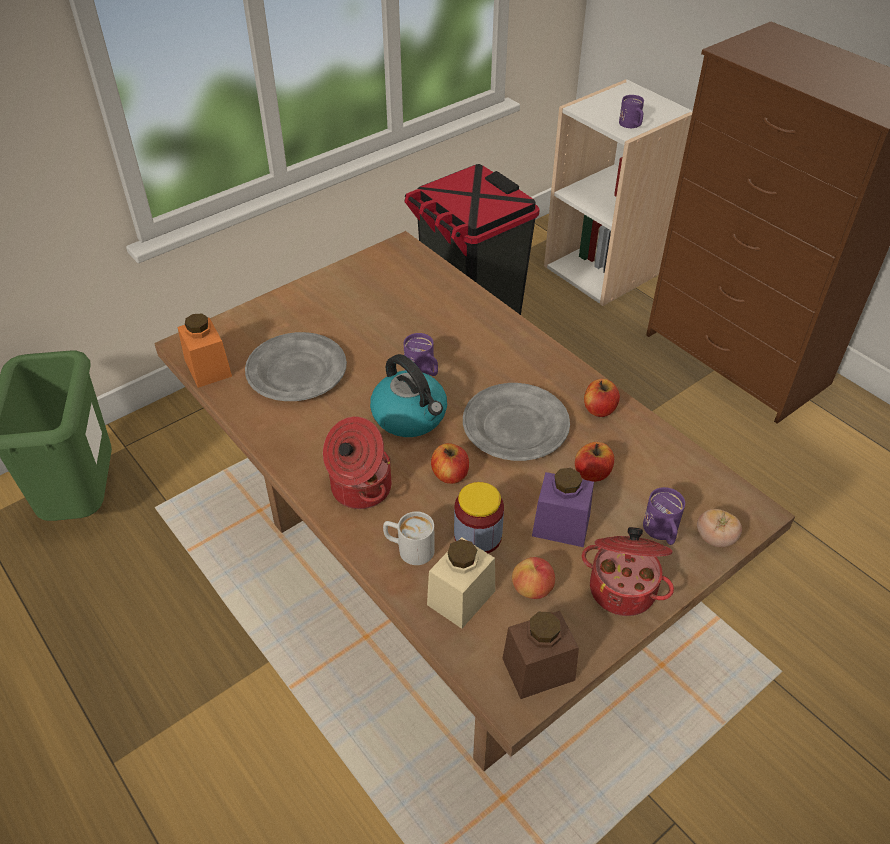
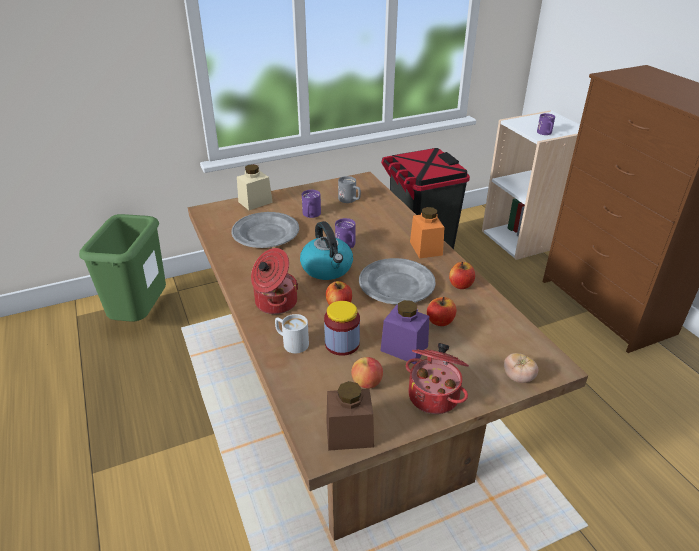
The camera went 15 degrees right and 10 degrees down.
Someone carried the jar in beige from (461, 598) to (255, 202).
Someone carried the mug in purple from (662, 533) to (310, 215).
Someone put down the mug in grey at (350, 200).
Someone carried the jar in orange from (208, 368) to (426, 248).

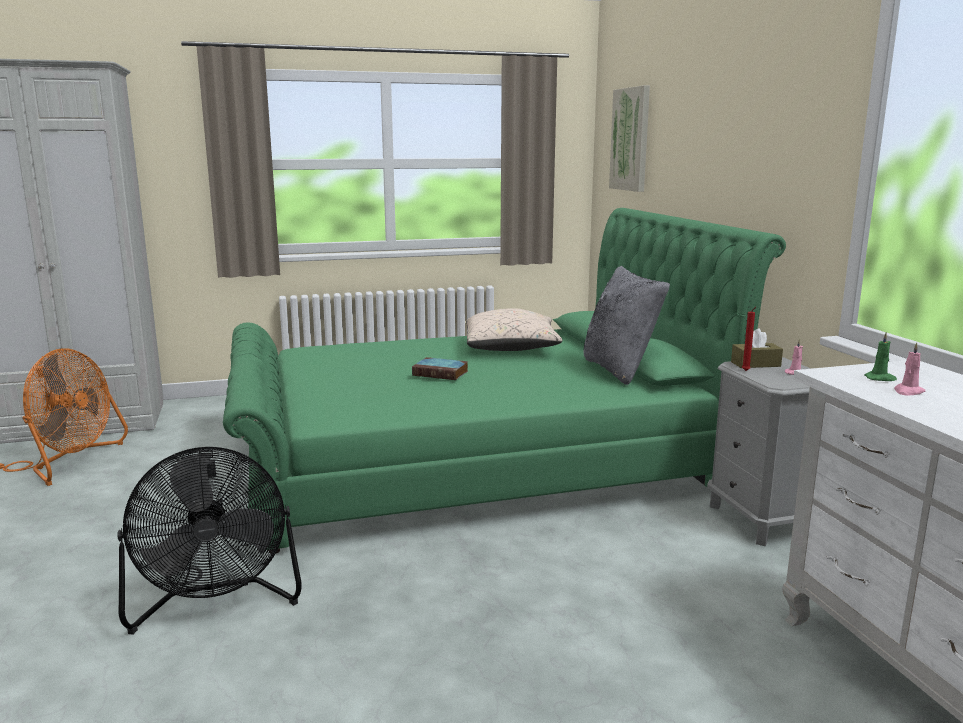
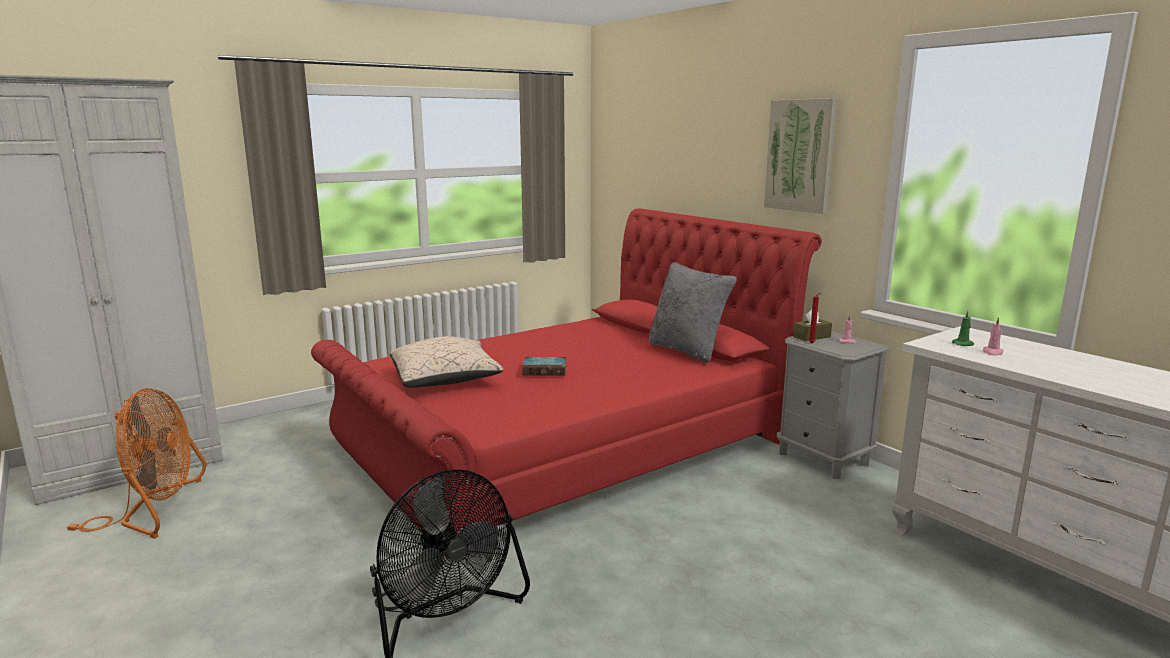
The camera went 20 degrees left and 0 degrees up.
Someone repainted the bed in green at (476, 457), which became the bed in red at (566, 441).
Someone carried the pillow in beige from (511, 348) to (445, 380).
Someone carried the picture from (631, 139) to (800, 155).

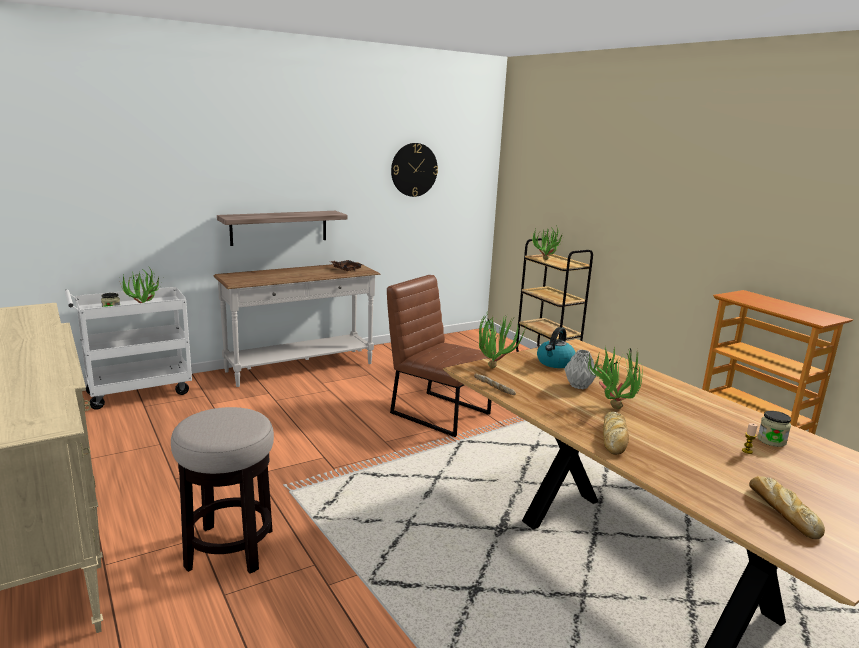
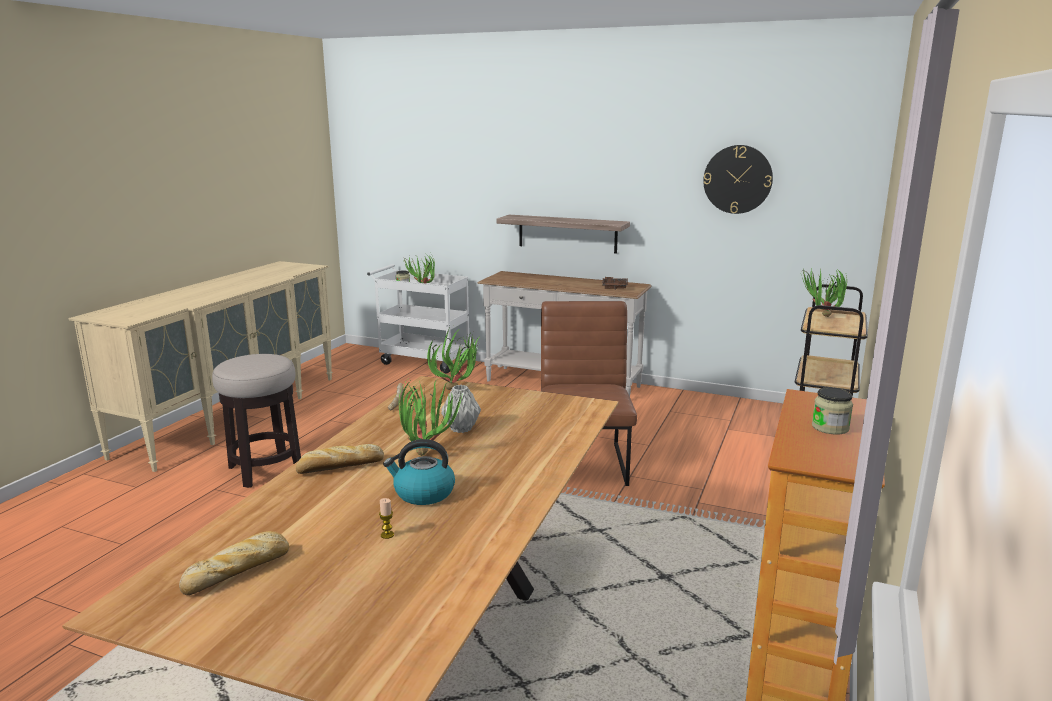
The camera went 55 degrees right and 0 degrees up.
Someone carried the kettle from (555, 363) to (423, 493).
Someone carried the jar from (771, 440) to (830, 427).

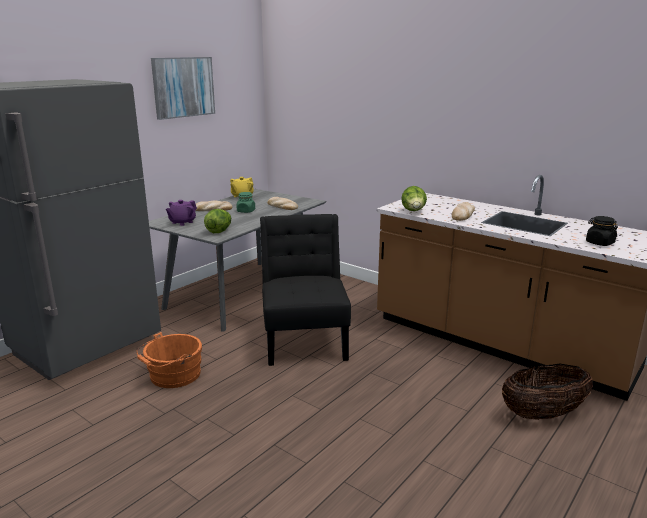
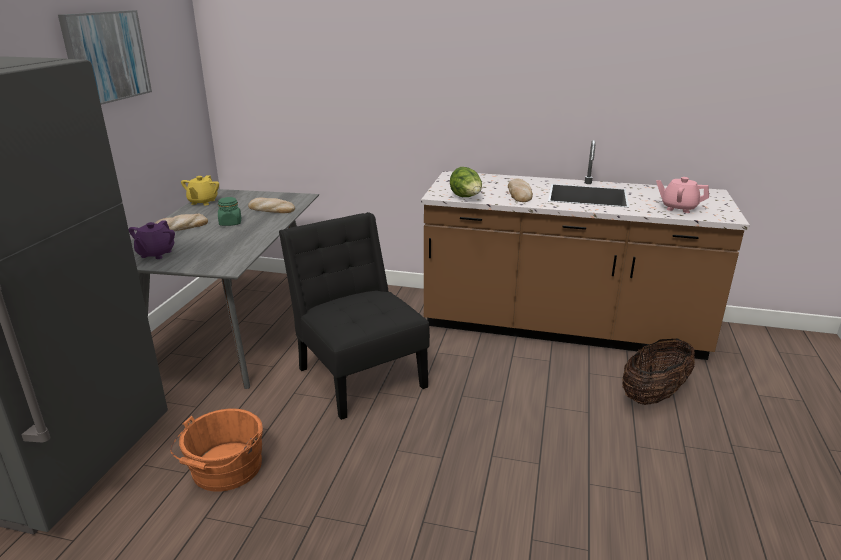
The camera went 25 degrees left and 5 degrees up.
Someone swapped the jar in black at (599, 243) for the teapot in pink at (678, 208).
Someone took away the lettuce at (219, 231).

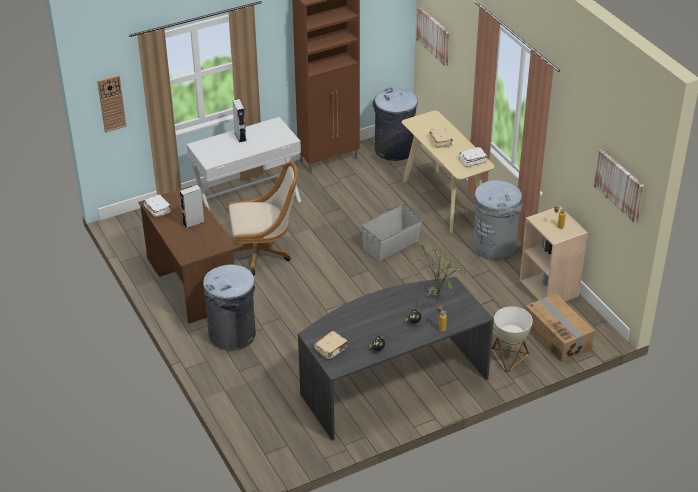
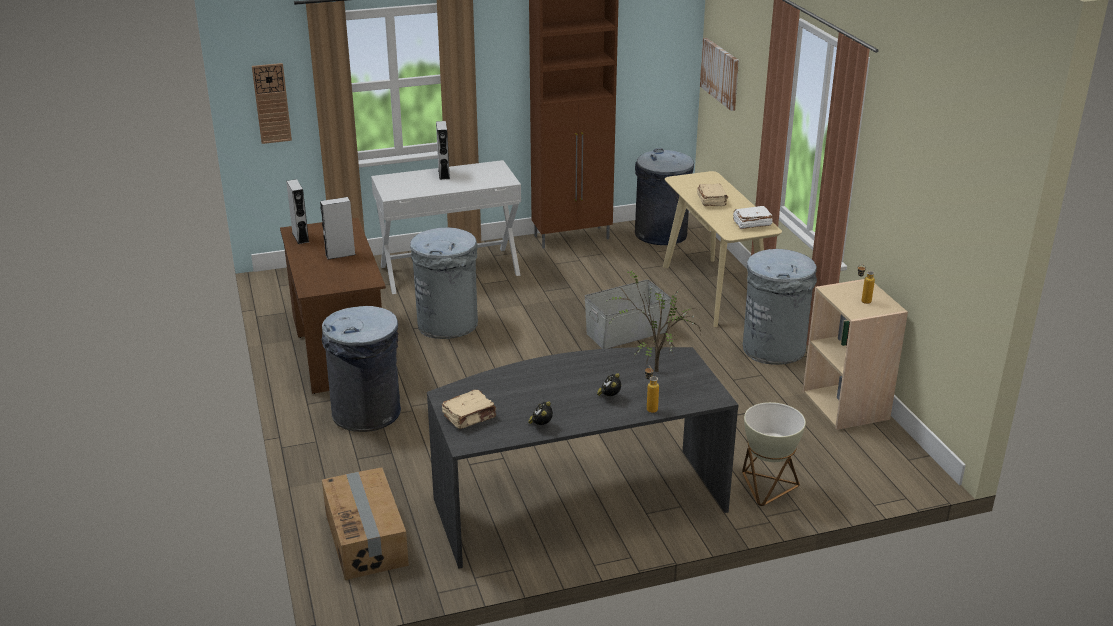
The camera went 10 degrees right and 10 degrees down.
Someone swapped the book in white at (158, 210) for the speaker in grey at (300, 237).
Someone carried the cardboard box from (558, 336) to (367, 538).
Someone swapped the office chair at (262, 252) for the trash can in grey at (448, 324).
Someone took away the picture at (619, 185).

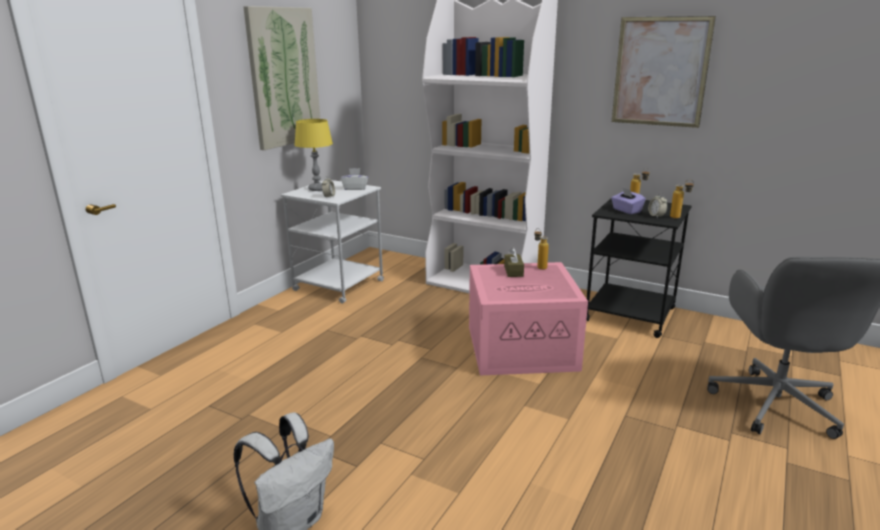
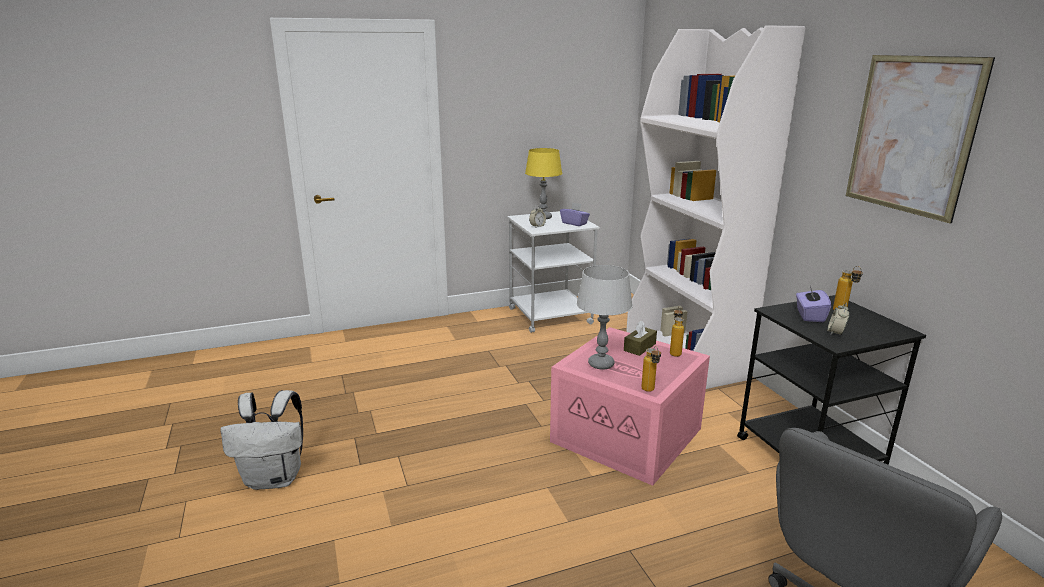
The camera went 40 degrees right and 0 degrees up.
Someone repainted the tissue box in white at (355, 188), which became the tissue box in purple at (574, 223).
Someone put down the table lamp in grey at (601, 364).
Someone carried the bottle from (679, 218) to (649, 391).
Someone took away the picture at (284, 77).

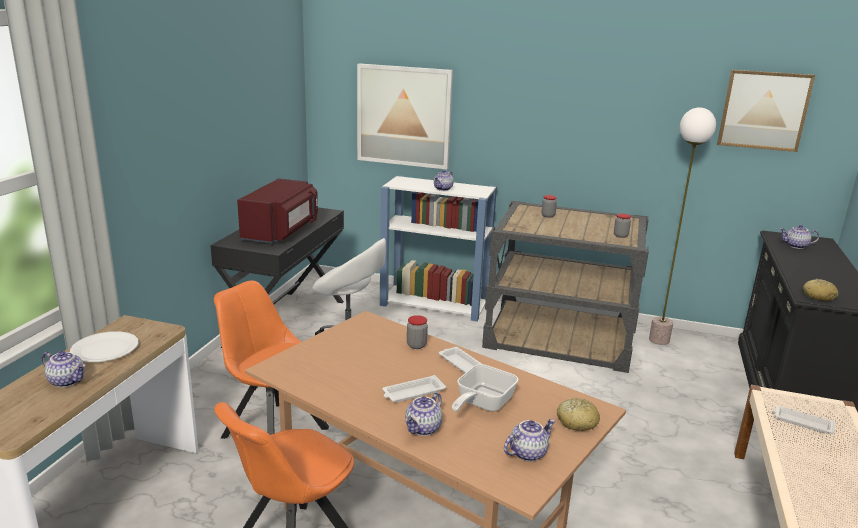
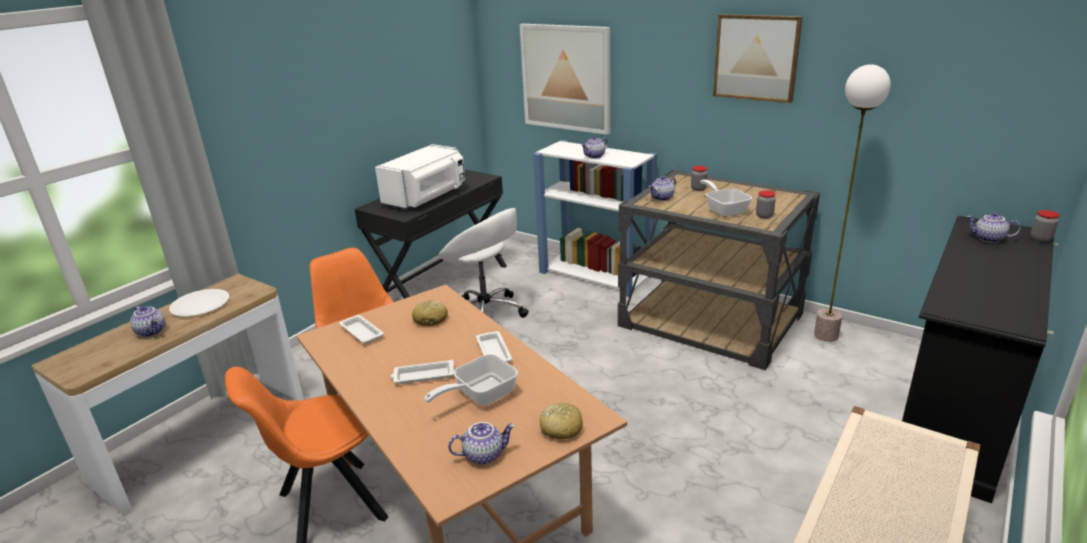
The camera went 20 degrees right and 5 degrees up.
Someone carried the tray in white from (802, 422) to (361, 332).
Someone repainted the microwave in red at (282, 231), which became the microwave in white at (426, 197).
Someone carried the bread from (818, 296) to (431, 319).
Someone carried the teapot from (423, 429) to (662, 198).
Someone put down the frying pan at (724, 210).
Someone carried the picture from (763, 110) to (756, 57).
Someone carried the jar from (416, 345) to (1040, 239).

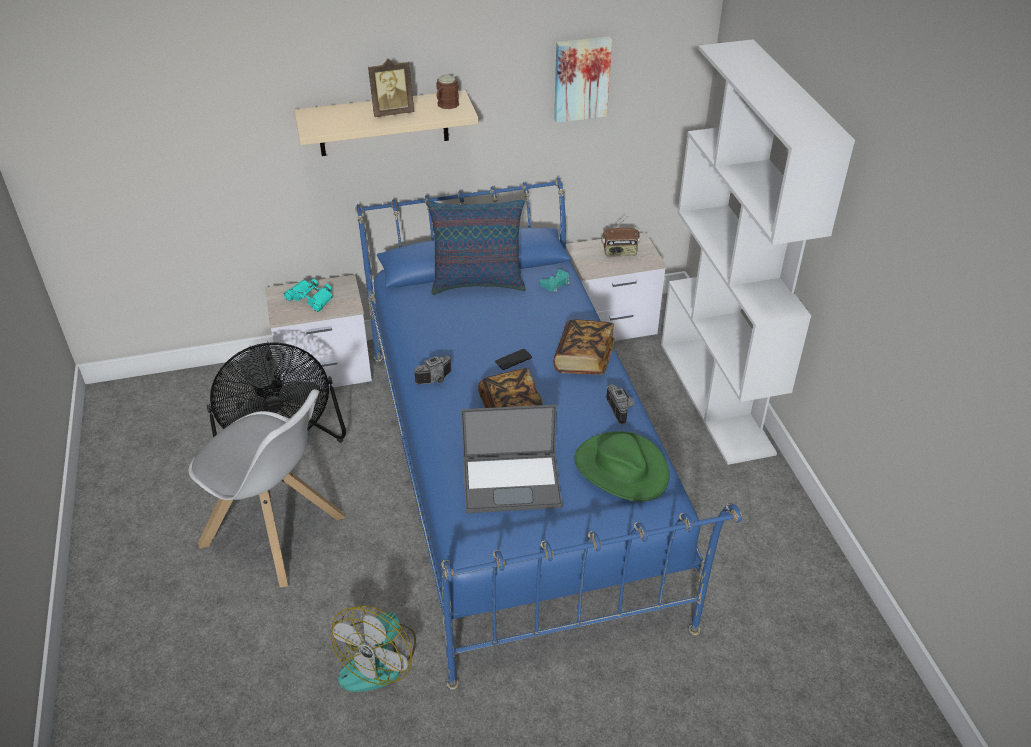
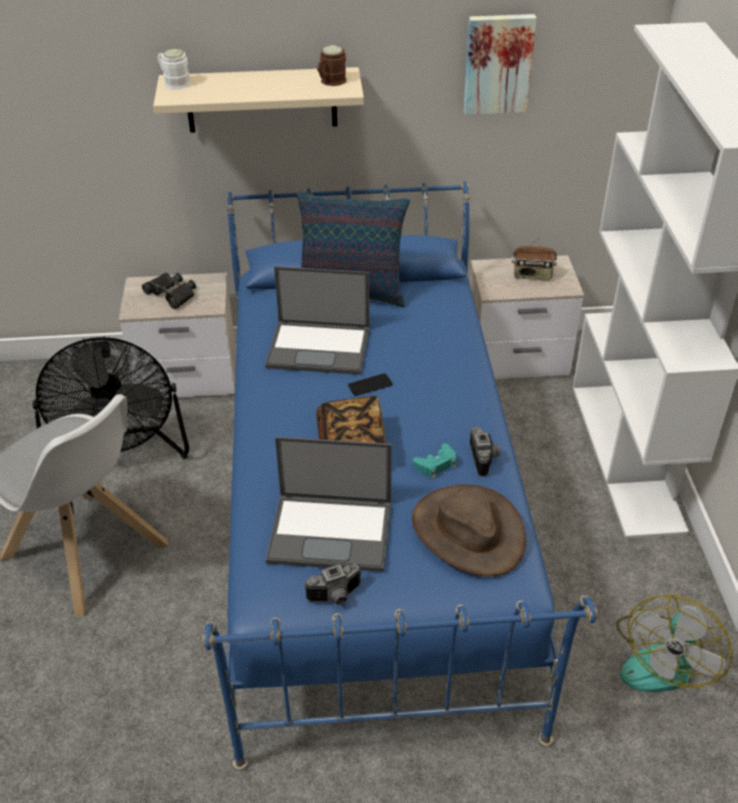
The camera went 10 degrees right and 0 degrees up.
Someone repainted the binoculars in turquoise at (311, 298), which became the binoculars in black at (171, 294).
Someone put down the mug in white at (173, 82).
Someone put down the laptop at (320, 347).
Someone carried the photo camera from (436, 380) to (336, 597).
Someone repainted the hat in green at (620, 468), which became the hat in brown at (467, 531).
Someone carried the game controller in turquoise from (555, 283) to (436, 465).
Someone carried the fan from (379, 659) to (663, 658).
Someone took away the picture frame at (392, 112).
Someone took away the book at (584, 359).

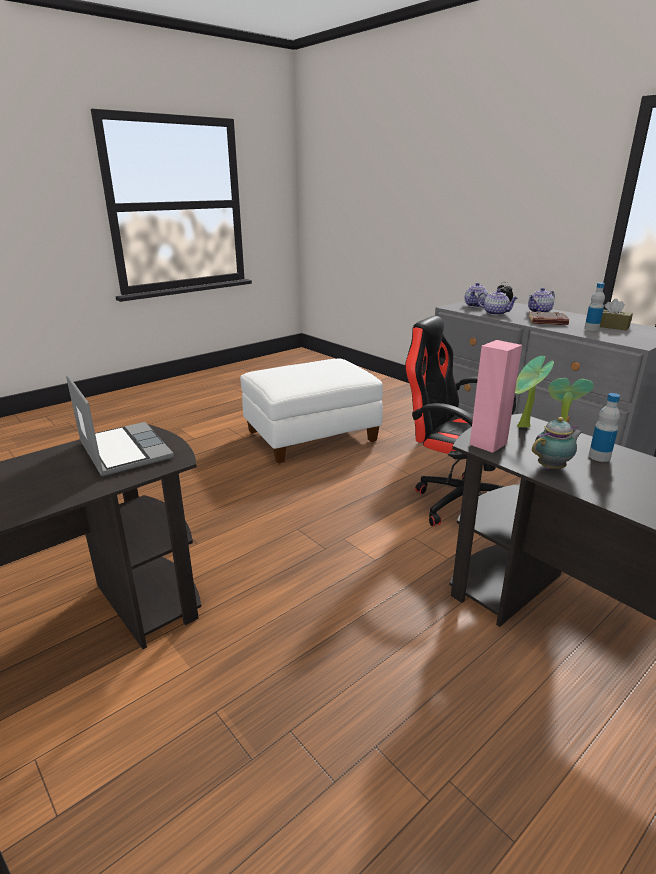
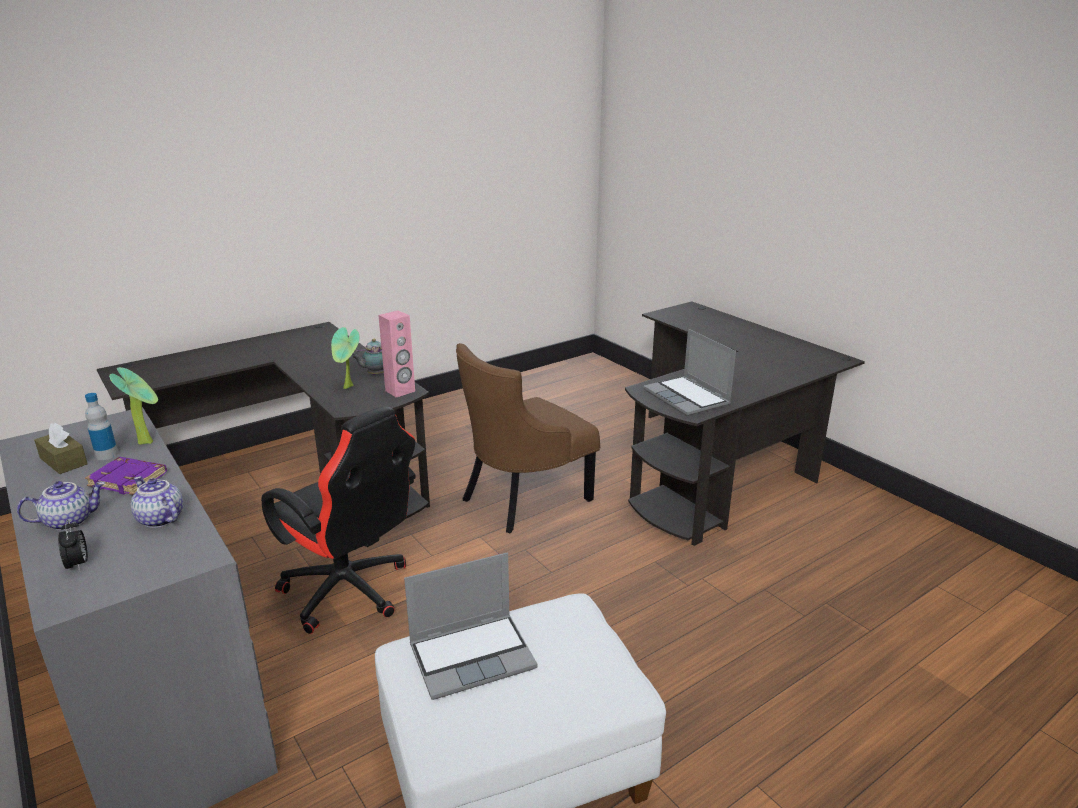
The camera went 175 degrees left and 0 degrees up.
Someone repainted the book in brown at (547, 322), which became the book in purple at (129, 480).
Someone carried the potted plant from (522, 427) to (148, 441).
Someone put down the laptop at (473, 655).
Someone put down the chair in brown at (526, 498).
Someone took away the teapot at (475, 306).
Someone took away the bottle at (599, 457).

